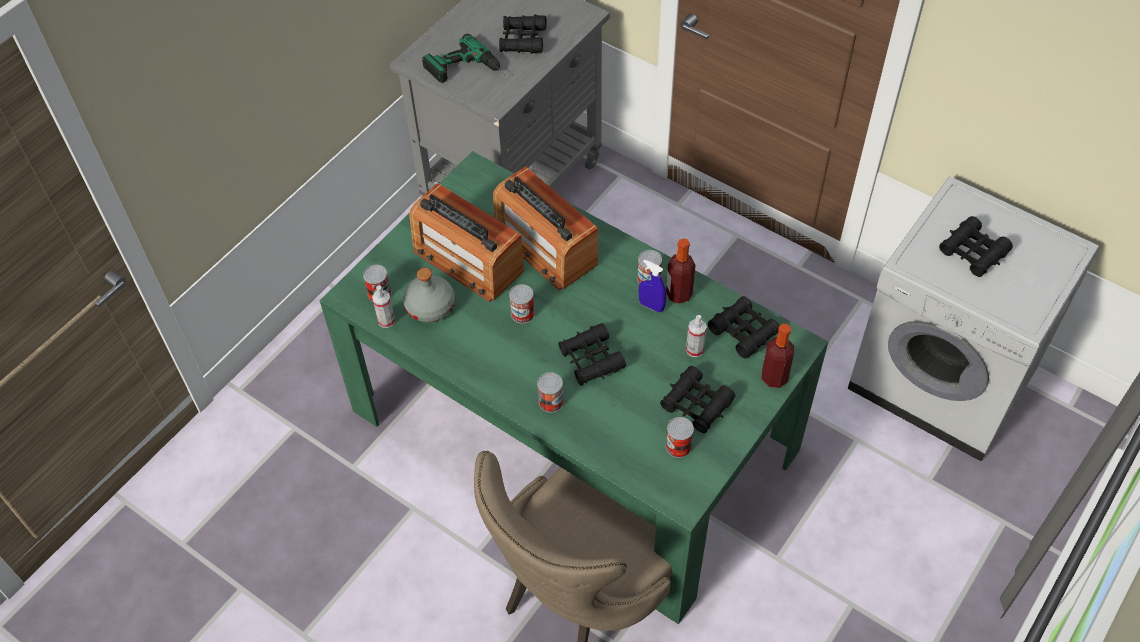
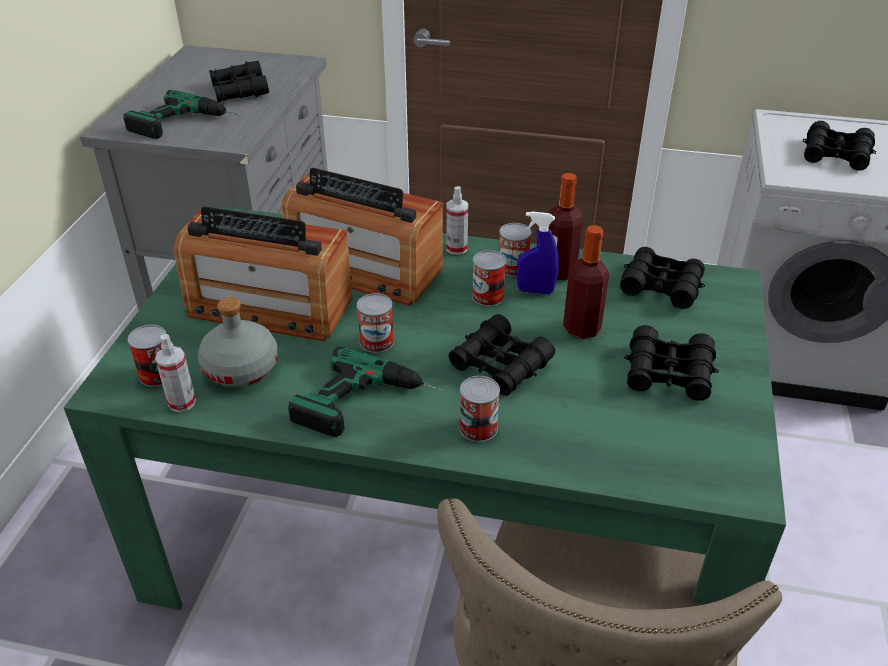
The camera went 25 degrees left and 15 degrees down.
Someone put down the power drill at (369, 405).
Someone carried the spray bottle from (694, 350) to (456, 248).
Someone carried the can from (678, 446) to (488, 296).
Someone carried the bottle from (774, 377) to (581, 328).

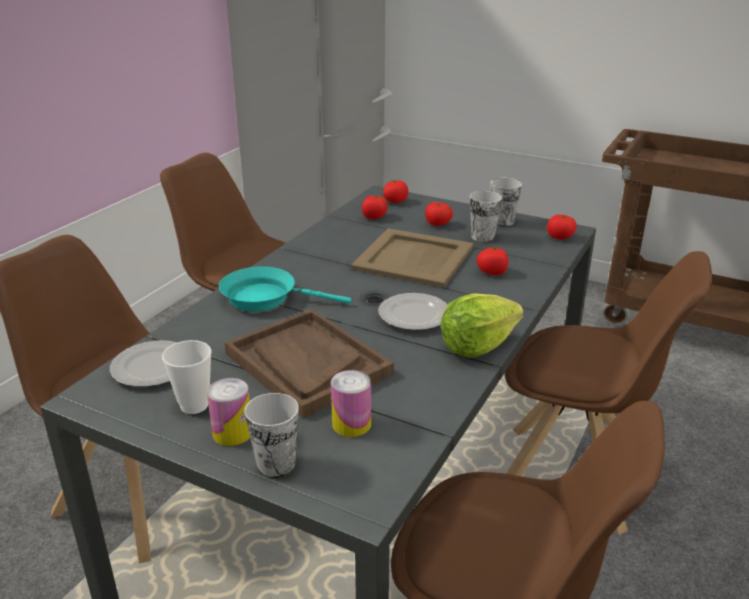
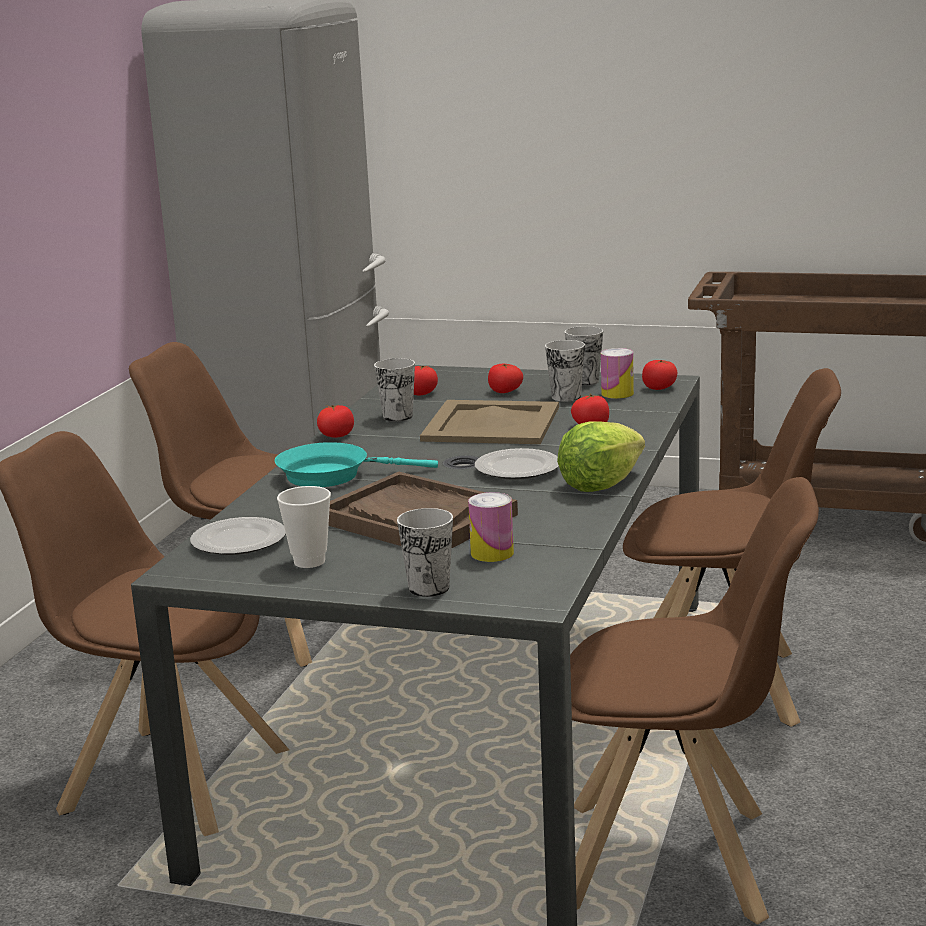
The camera went 10 degrees left and 10 degrees down.
Someone carried the tomato from (395, 201) to (336, 436).
Someone put down the cup at (397, 416).
Someone carried the can from (232, 433) to (617, 393).

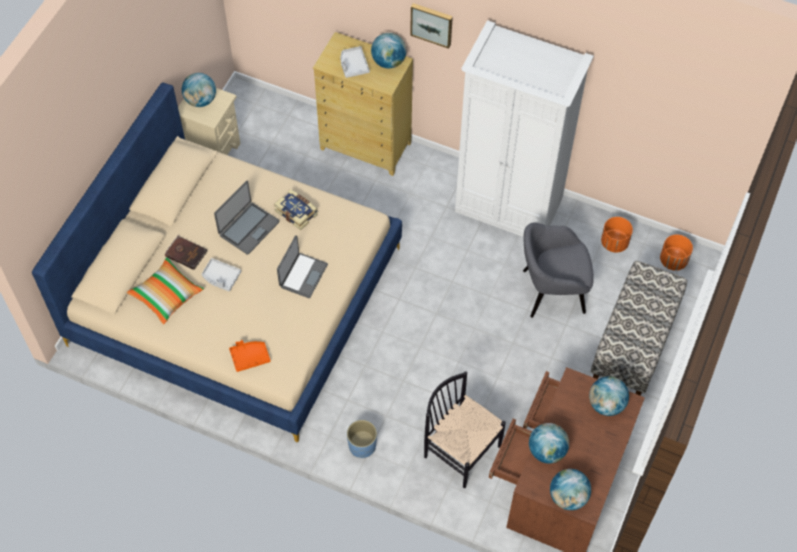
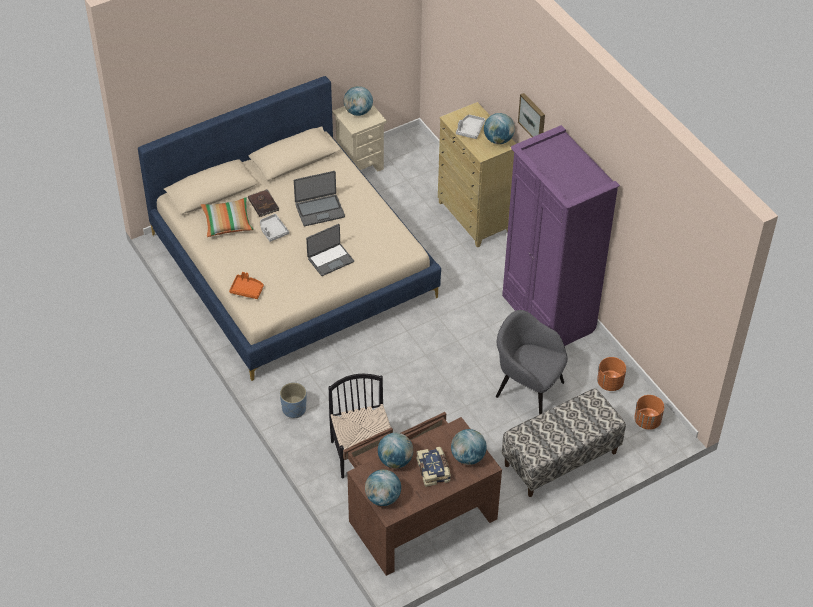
The camera went 35 degrees right and 10 degrees down.
Someone carried the book from (297, 212) to (434, 470).
Someone repainted the wardrobe in white at (508, 206), which became the wardrobe in purple at (548, 313).

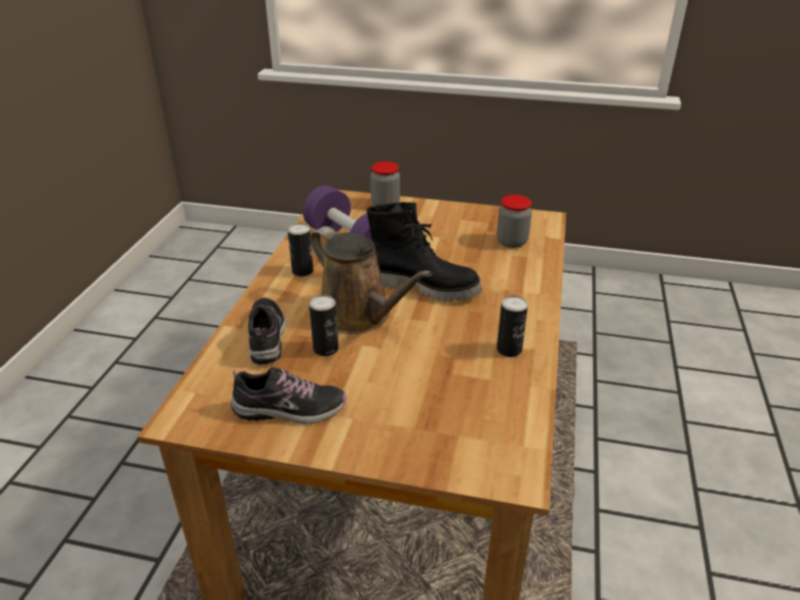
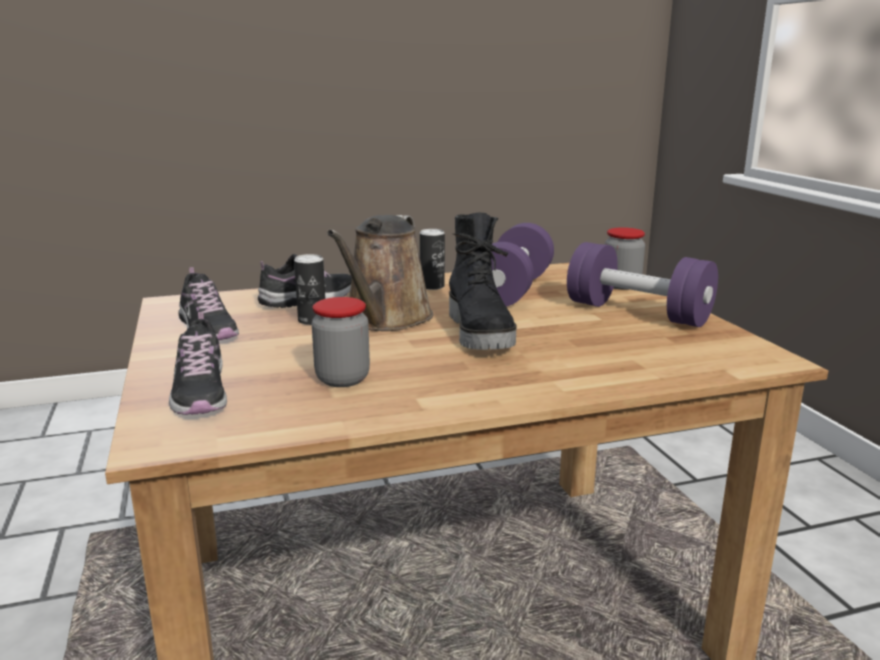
The camera went 60 degrees right and 15 degrees down.
Someone put down the shoe at (201, 392).
Someone carried the jar from (512, 242) to (342, 379).
Someone put down the dumbbell in purple at (637, 313).
Someone took away the can at (509, 349).

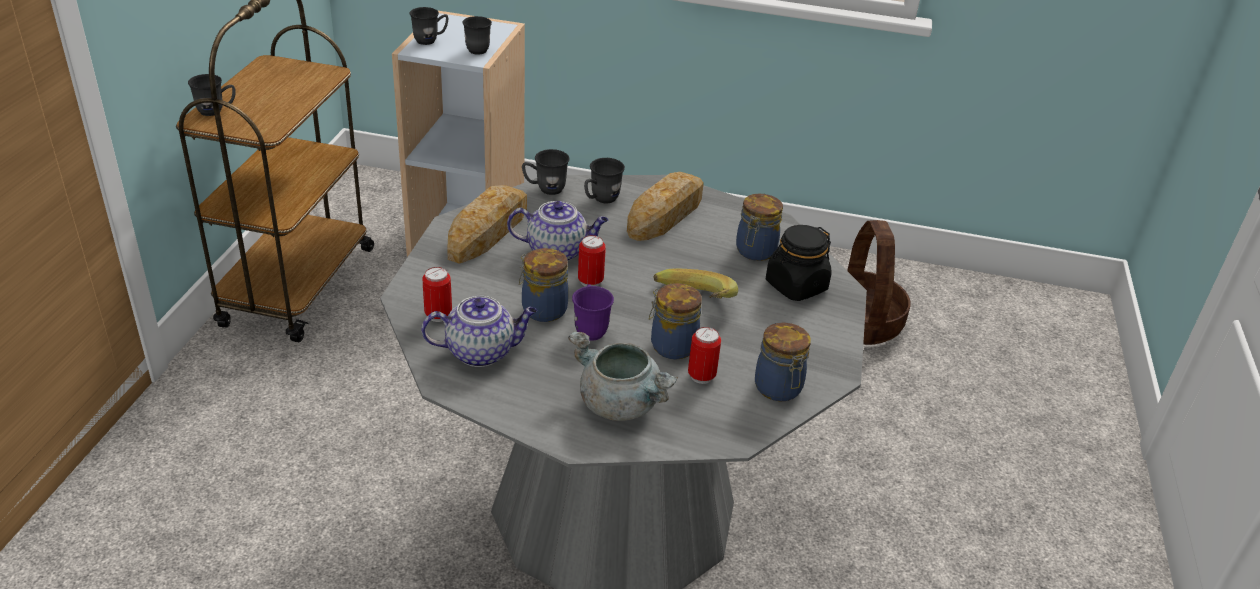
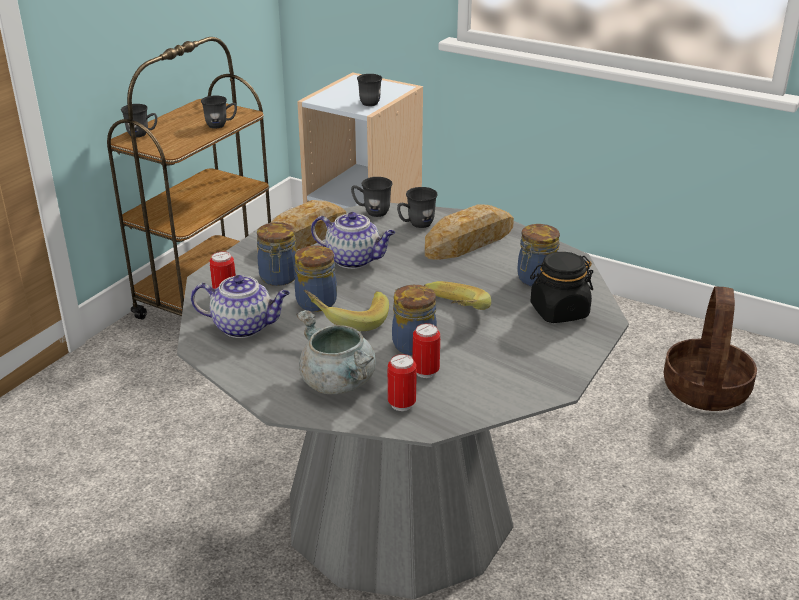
The camera went 20 degrees right and 5 degrees down.
Someone carried the mug in grey from (430, 40) to (221, 125).
Someone carried the jar from (779, 389) to (278, 278).
Someone swapped the mug in purple at (590, 327) for the banana at (348, 321).
Someone carried the can from (590, 281) to (402, 404).

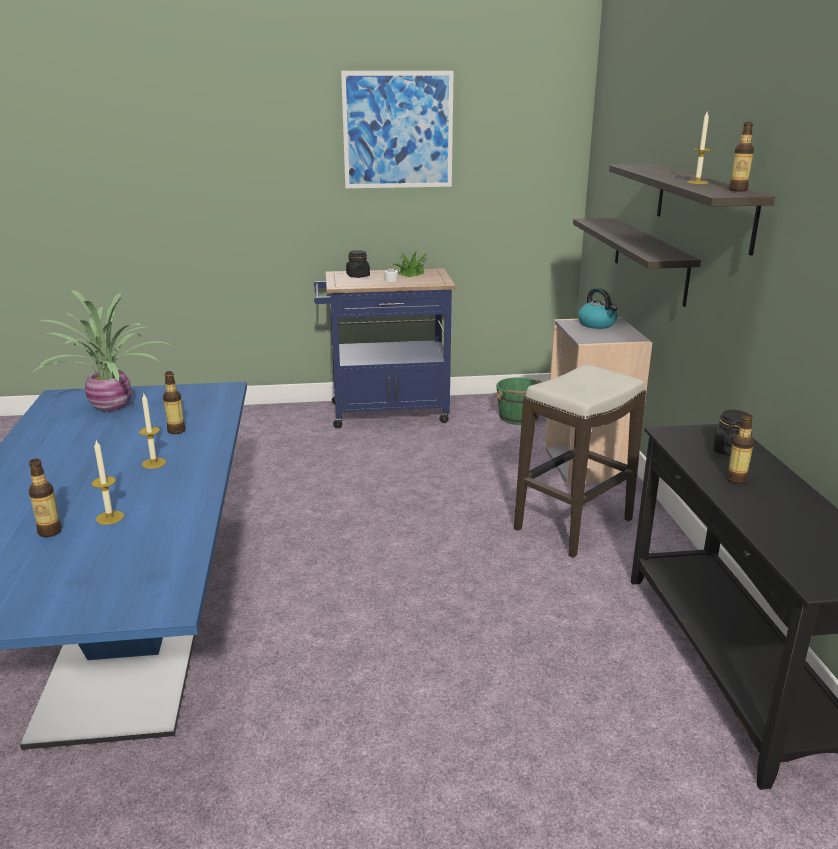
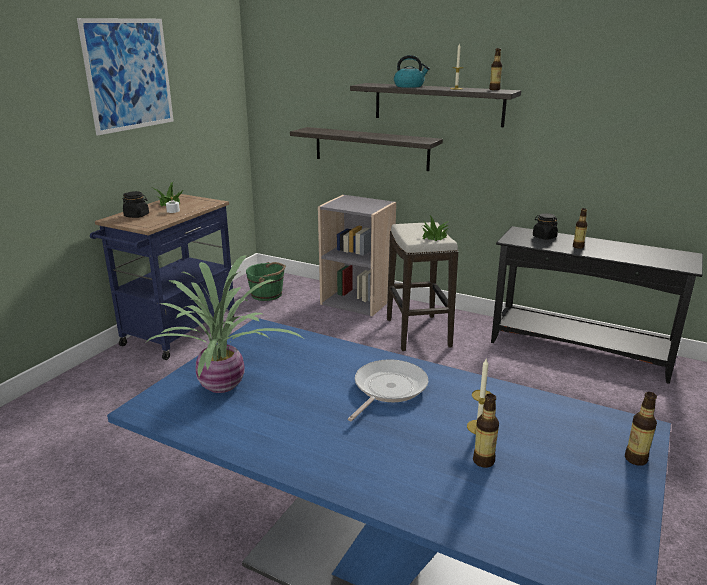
The camera went 55 degrees left and 0 degrees up.
Someone swapped the candle at (154, 463) for the frying pan at (387, 389).
Someone carried the kettle from (597, 324) to (409, 86).
Someone put down the potted plant at (434, 236).
Someone carried the bottle from (176, 431) to (635, 459).

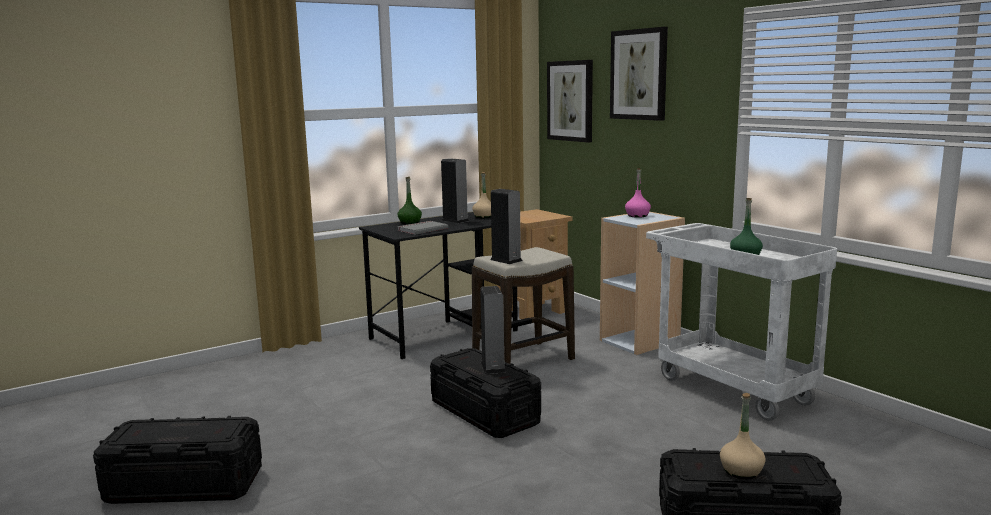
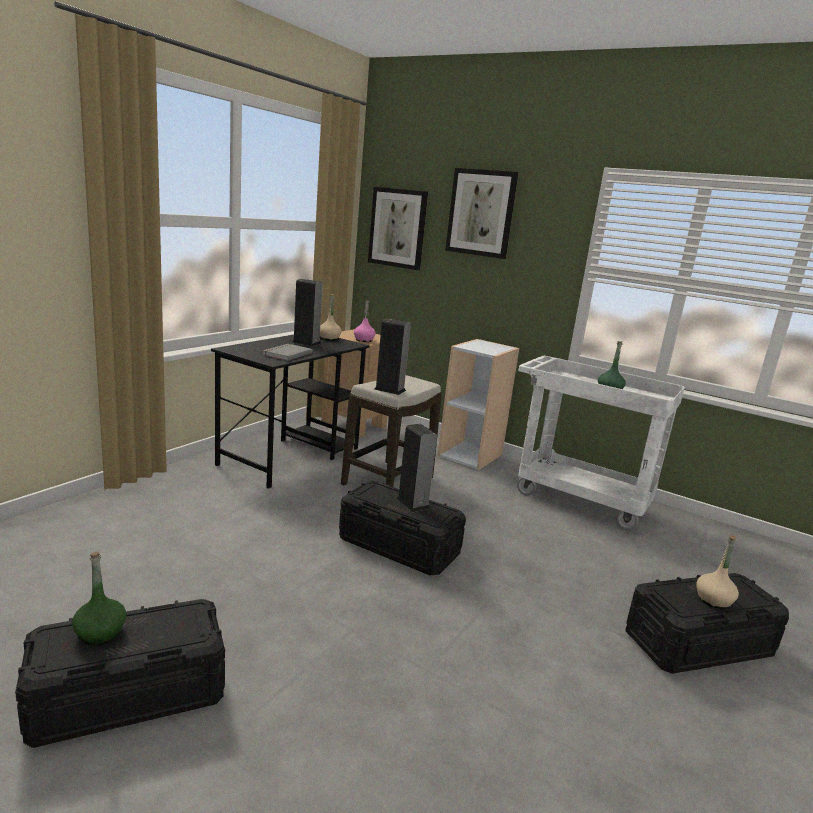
The camera went 25 degrees left and 5 degrees up.
Someone carried the bottle in green from (409, 222) to (100, 633).
Someone carried the bottle in pink from (637, 215) to (364, 340).

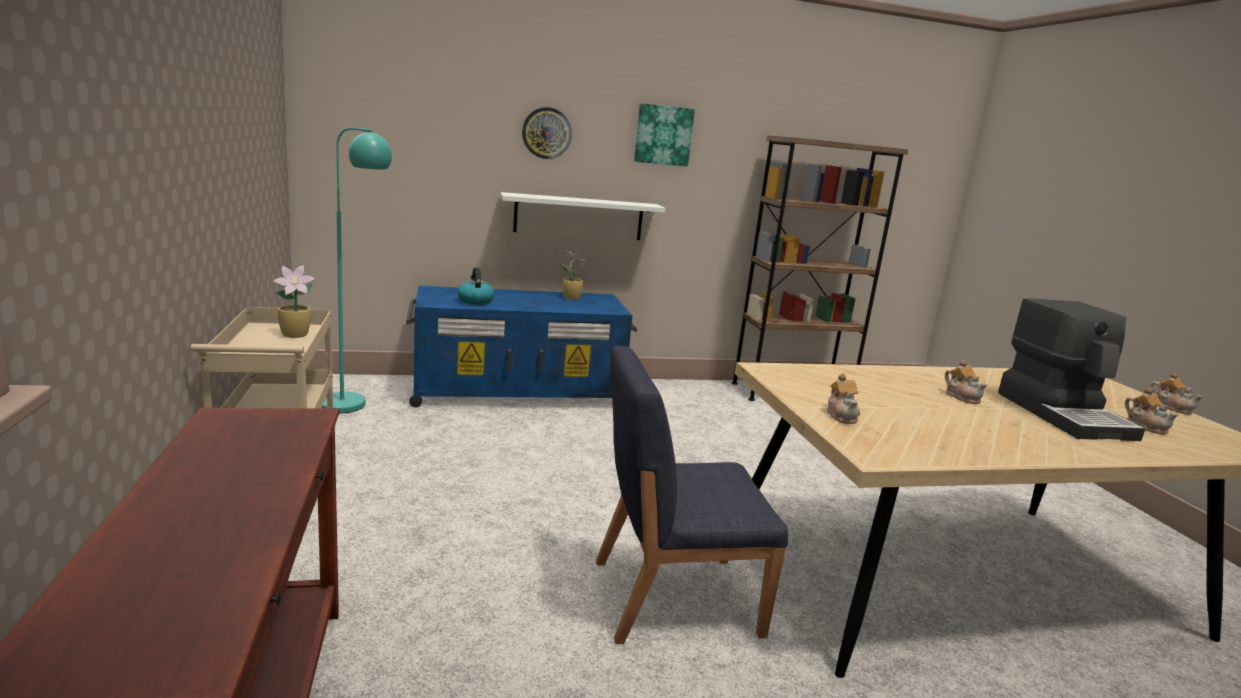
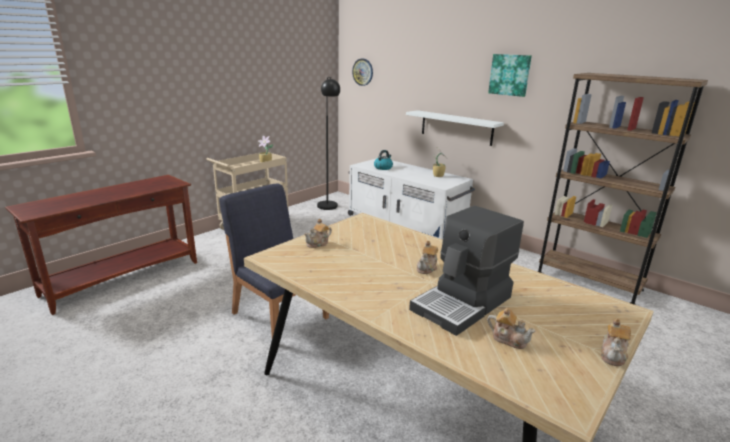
The camera went 55 degrees right and 5 degrees up.
Someone repainted the floor lamp in turquoise at (354, 408), which became the floor lamp in black at (328, 208).
Someone repainted the cabinet in blue at (519, 392), which became the cabinet in white at (405, 223).
Someone carried the wall clock from (546, 133) to (363, 72).
Someone rotated the teapot at (1146, 426) by 90 degrees counterclockwise.

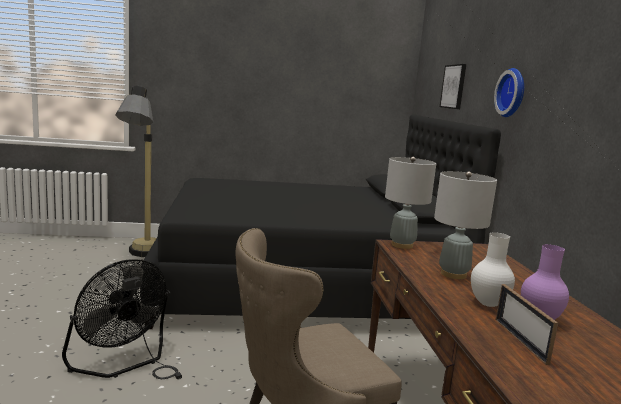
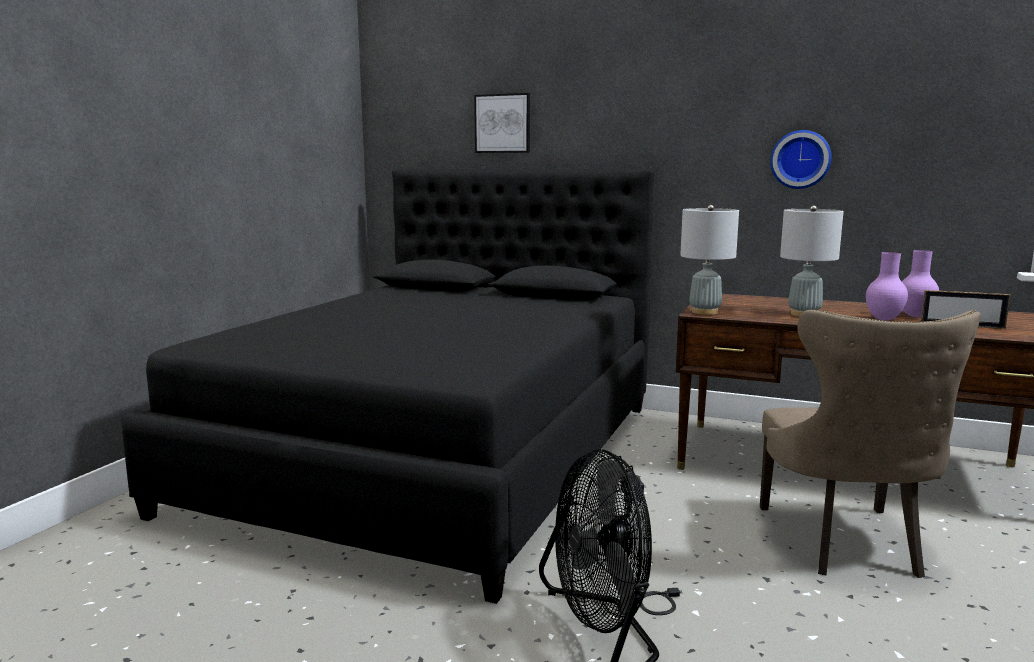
The camera went 60 degrees left and 0 degrees up.
Someone carried the wall clock from (513, 93) to (800, 159).
Someone repainted the vase in white at (488, 304), which became the vase in purple at (883, 319).
Someone took away the floor lamp at (141, 256).

